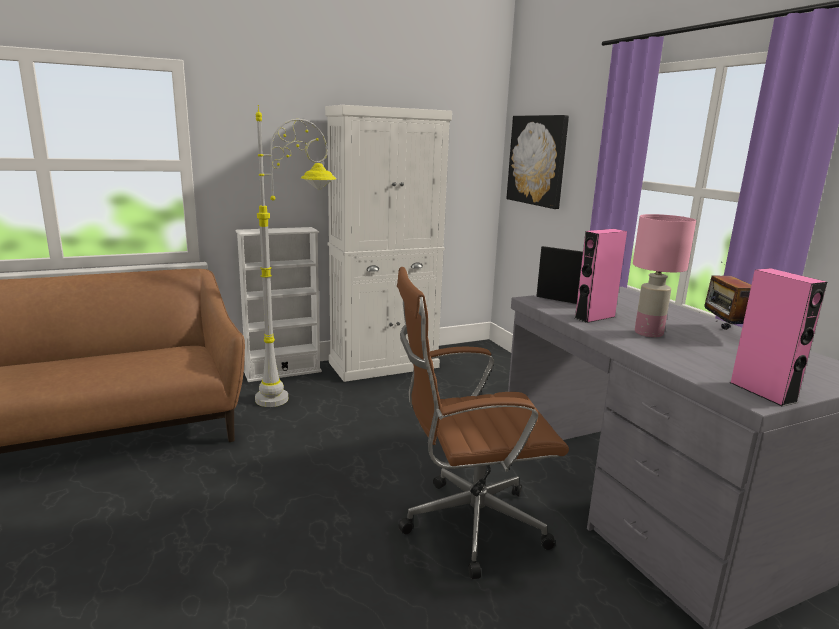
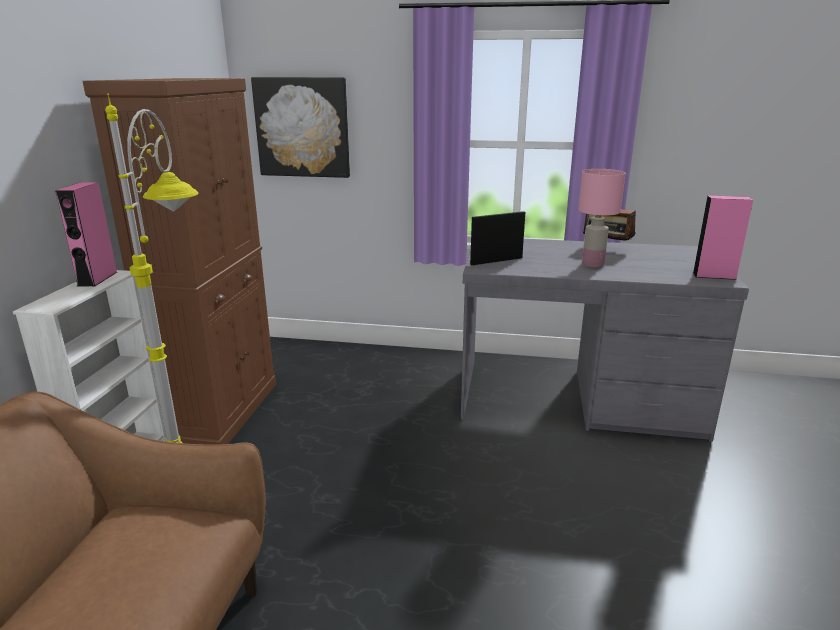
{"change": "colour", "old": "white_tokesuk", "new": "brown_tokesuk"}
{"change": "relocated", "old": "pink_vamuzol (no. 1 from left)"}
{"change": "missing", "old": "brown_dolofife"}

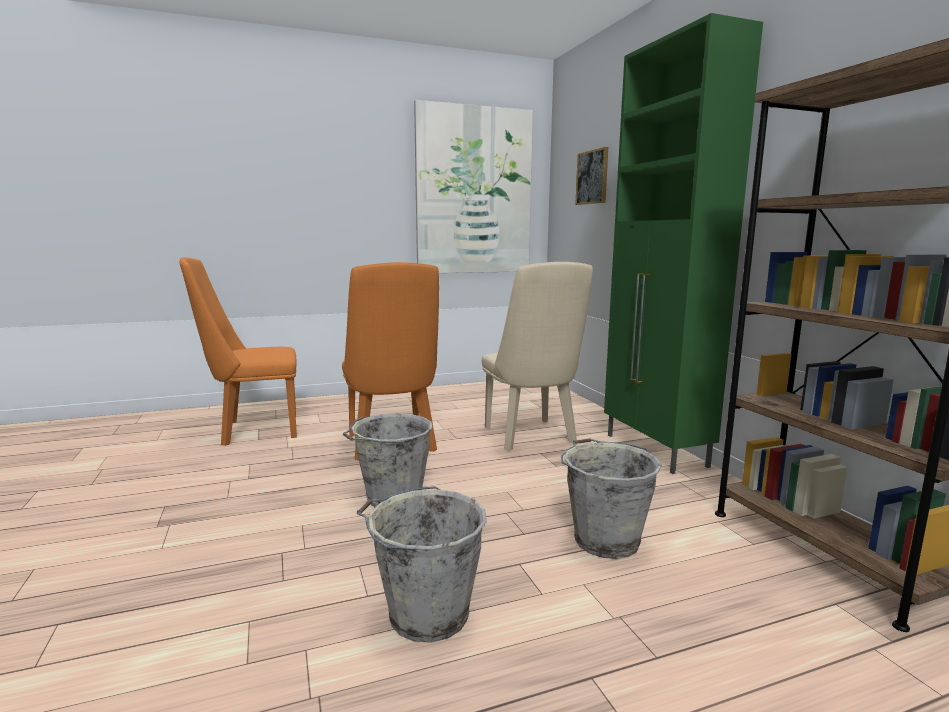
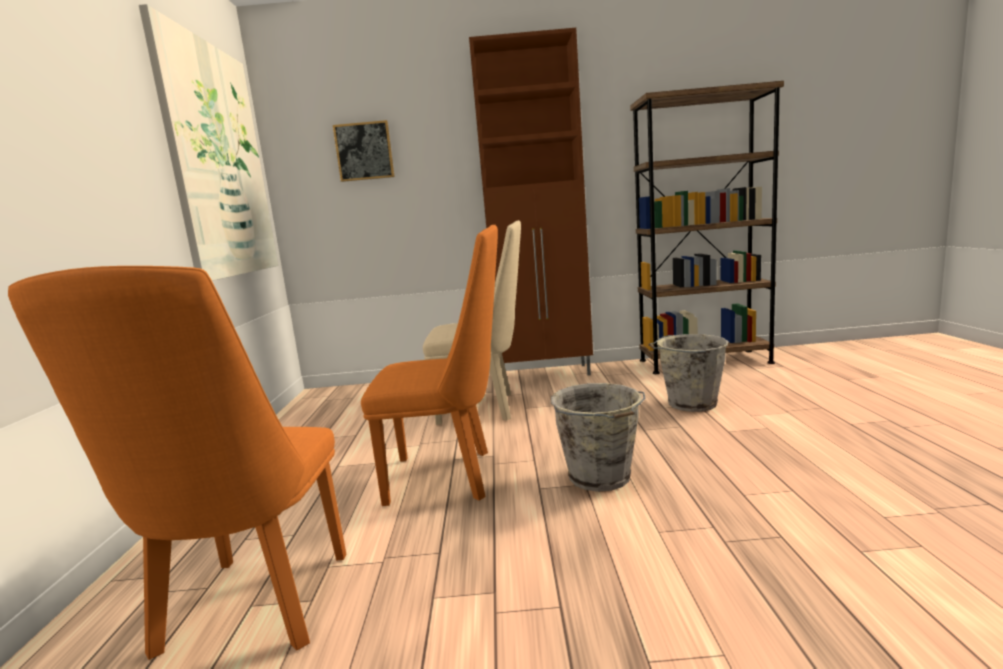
{"change": "colour", "old": "green_tokesuk", "new": "brown_tokesuk"}
{"change": "missing", "old": "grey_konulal (no. 2 from left)"}

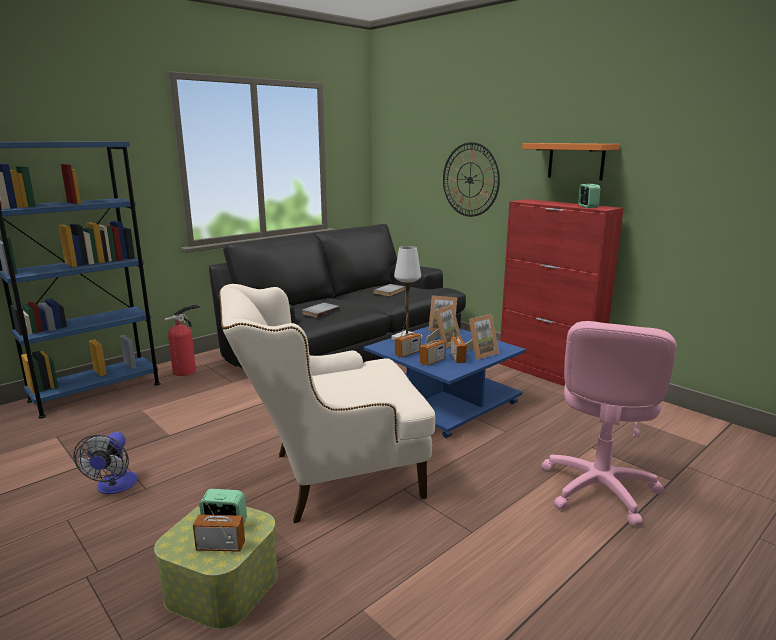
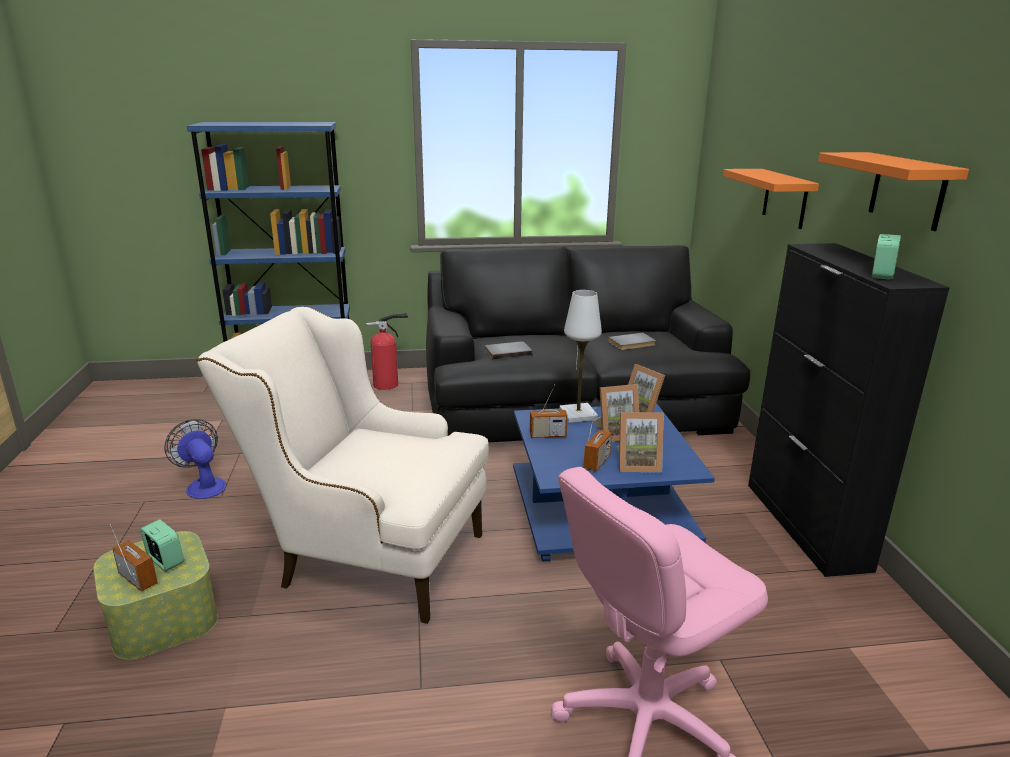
{"change": "exchanged", "old": "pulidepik", "new": "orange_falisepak (no. 1 from left)"}
{"change": "colour", "old": "red_tokesuk", "new": "black_tokesuk"}
{"change": "missing", "old": "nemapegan (no. 3 from left)"}
{"change": "spun", "old": "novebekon", "degrees": 105}

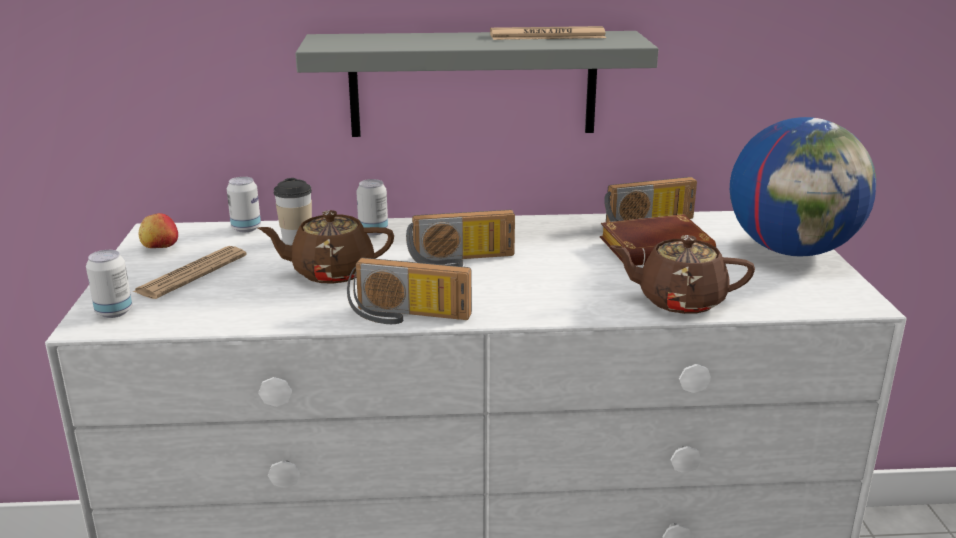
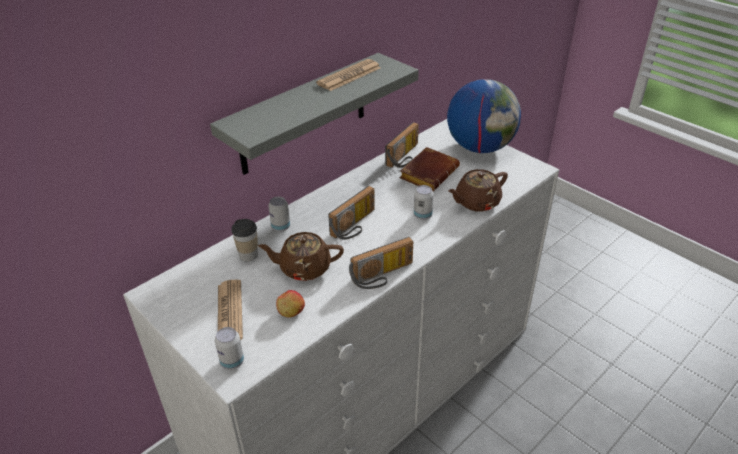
{"change": "relocated", "old": "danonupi (no. 2 from left in the first image)", "new": "danonupi (no. 3 from left)"}
{"change": "spun", "old": "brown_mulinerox (no. 1 from left)", "degrees": 45}
{"change": "relocated", "old": "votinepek"}

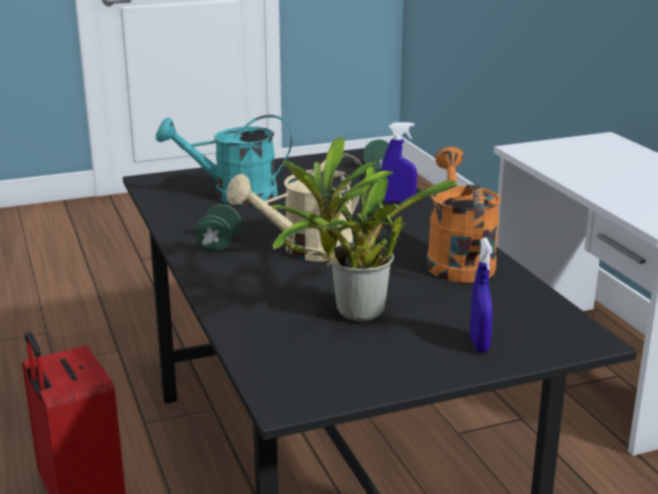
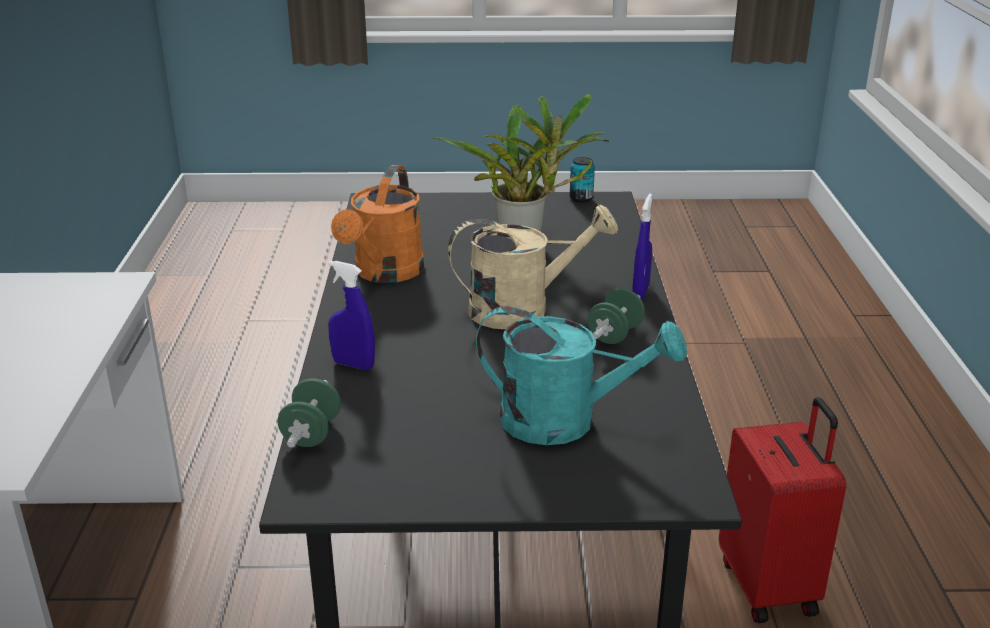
{"change": "relocated", "old": "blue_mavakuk (no. 2 from left)"}
{"change": "appeared", "new": "danonupi"}

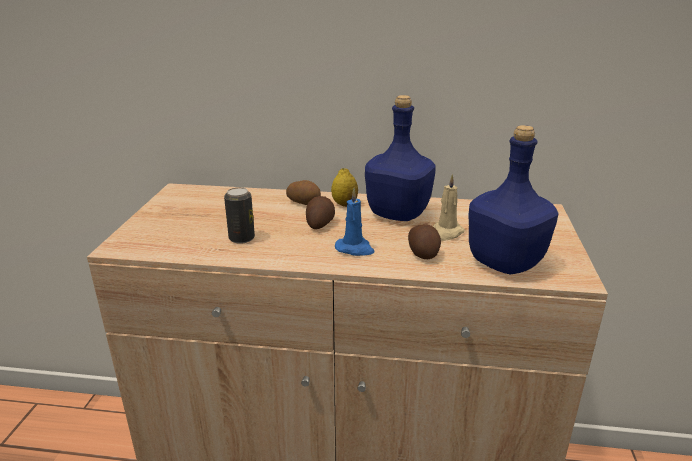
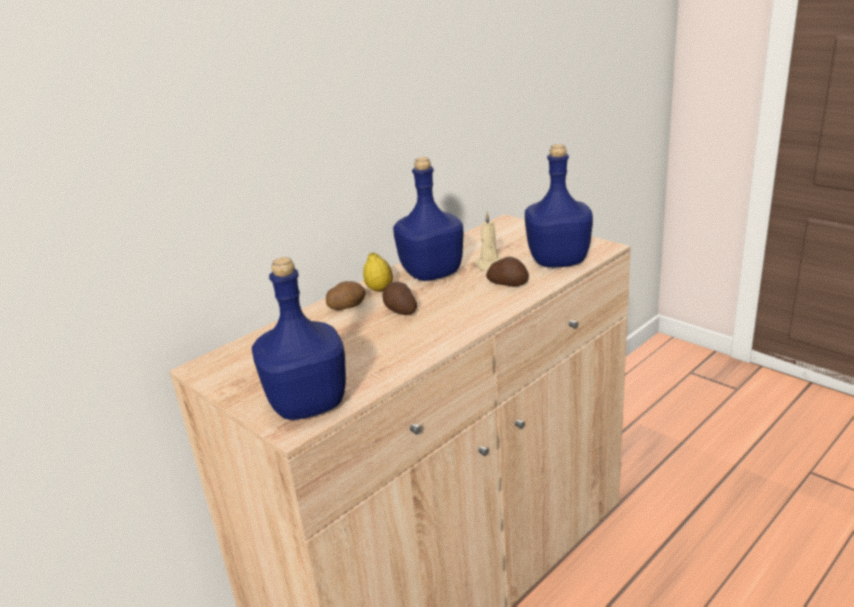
{"change": "missing", "old": "danonupi"}
{"change": "missing", "old": "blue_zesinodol"}
{"change": "appeared", "new": "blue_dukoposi (no. 1 from left)"}

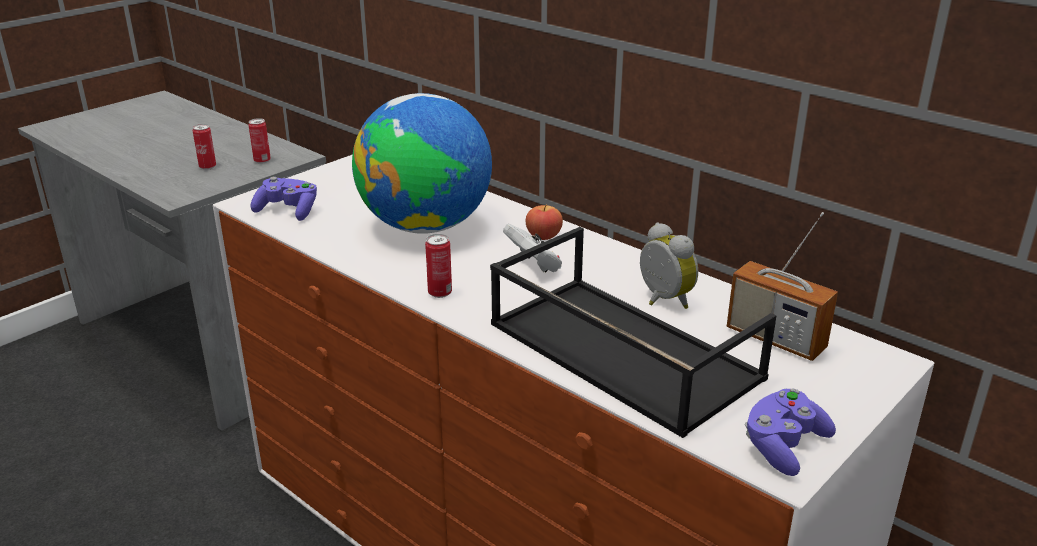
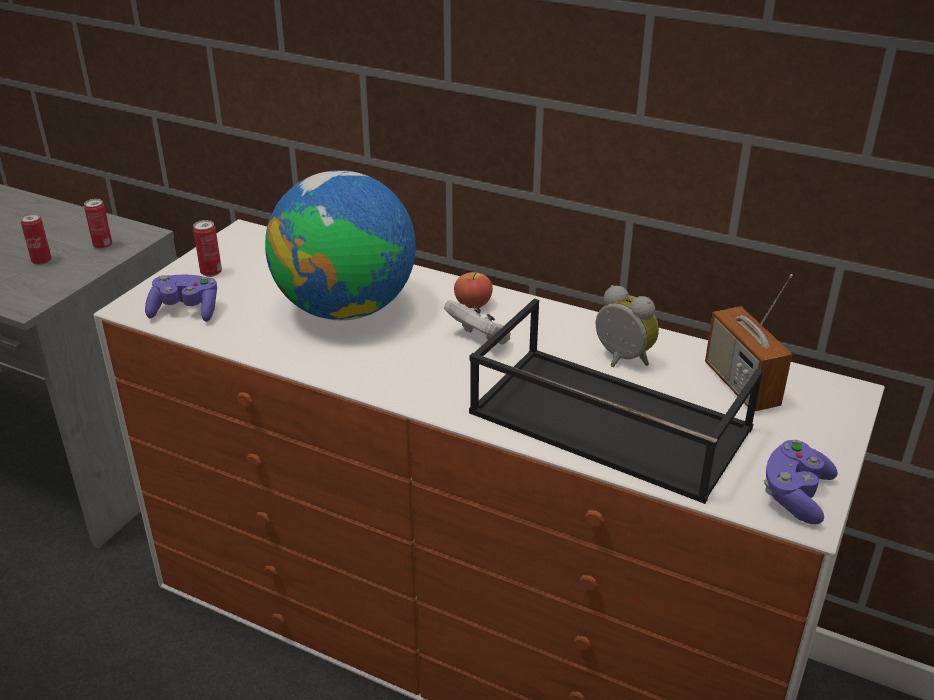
{"change": "spun", "old": "nemapegan", "degrees": 45}
{"change": "relocated", "old": "danonupi (no. 3 from left)"}

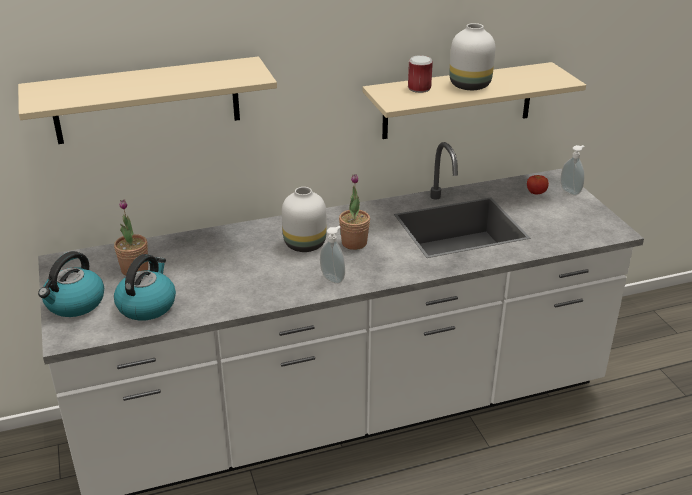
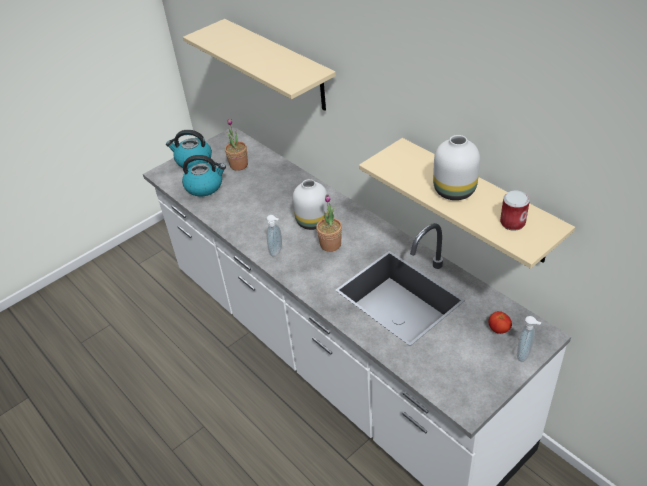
{"change": "relocated", "old": "danonupi"}

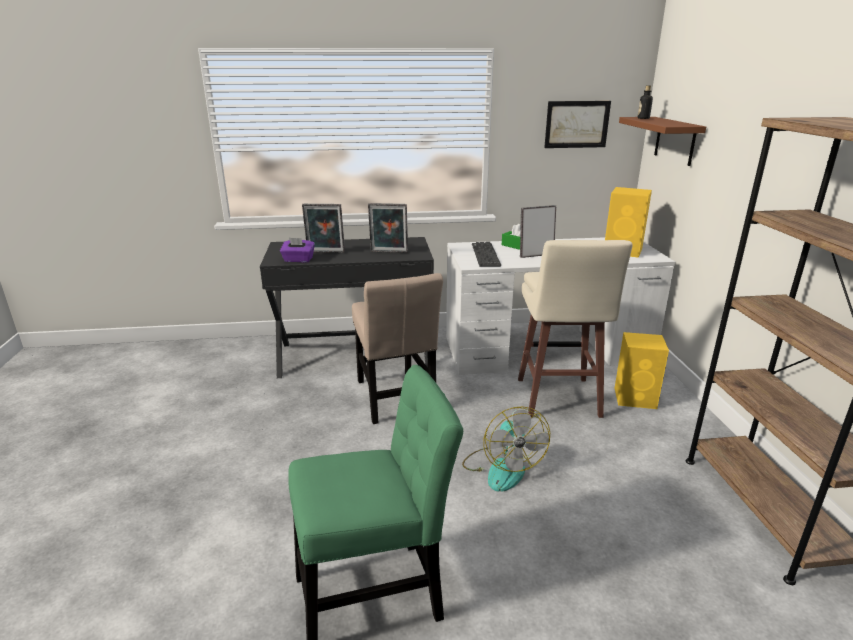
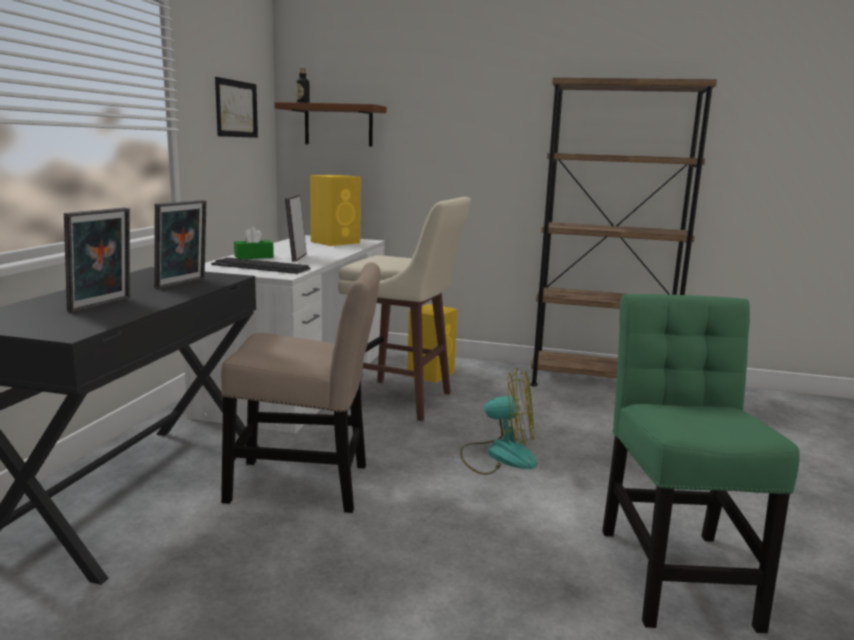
{"change": "missing", "old": "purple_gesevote"}

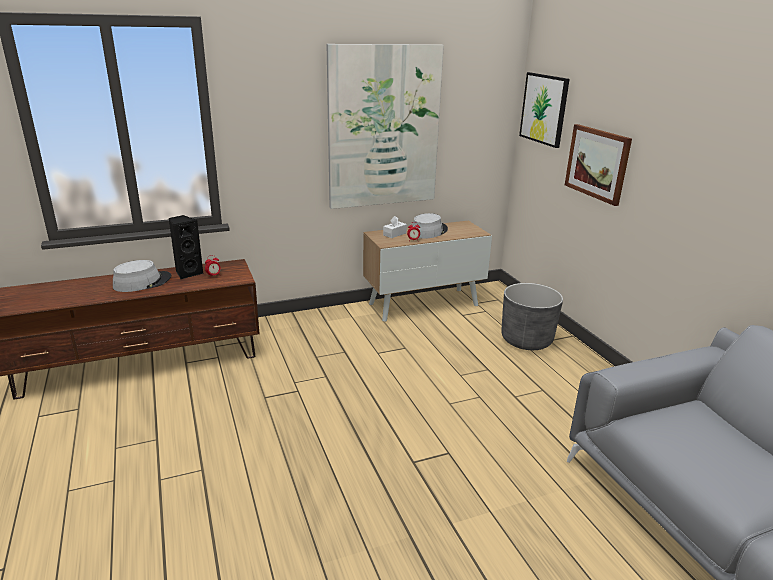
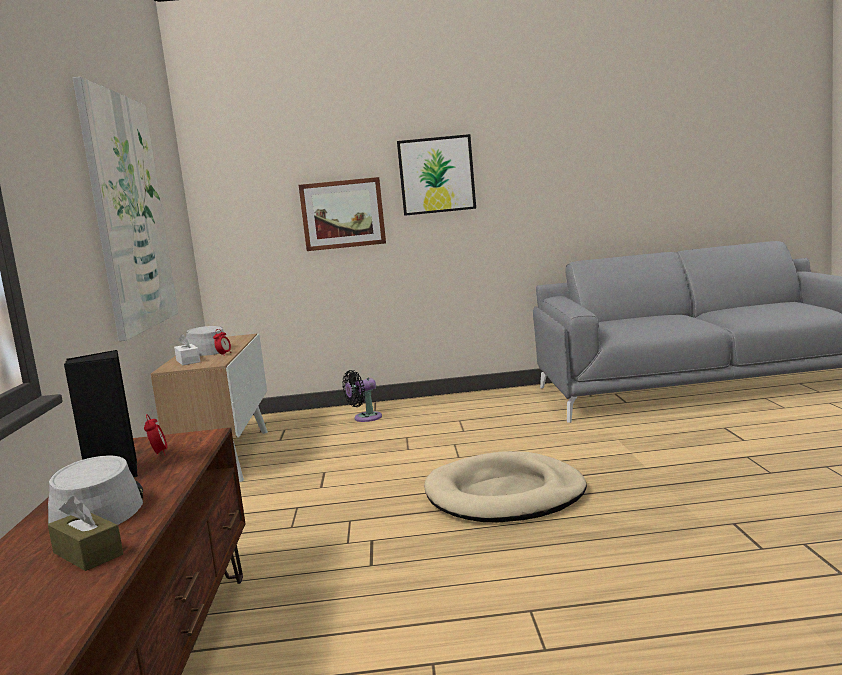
{"change": "relocated", "old": "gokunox (no. 2 from left in the first image)", "new": "gokunox (no. 3 from left)"}
{"change": "exchanged", "old": "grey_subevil", "new": "black_novebekon"}
{"change": "appeared", "new": "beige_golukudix"}
{"change": "appeared", "new": "brown_gesevote"}

